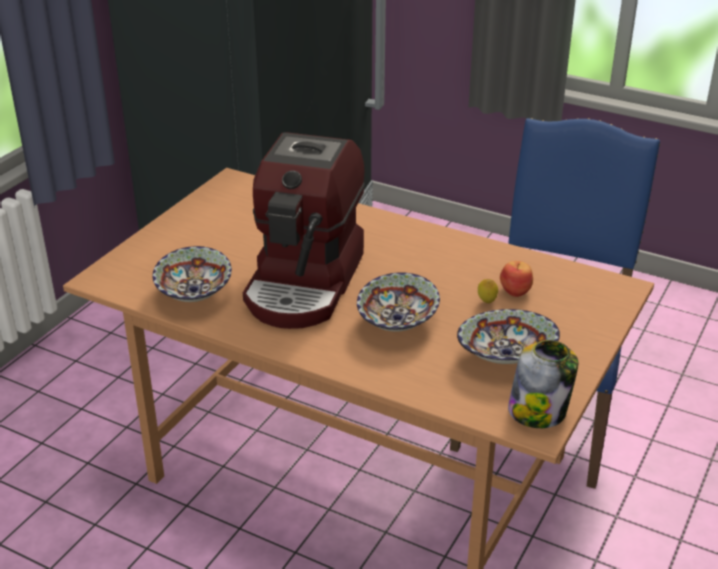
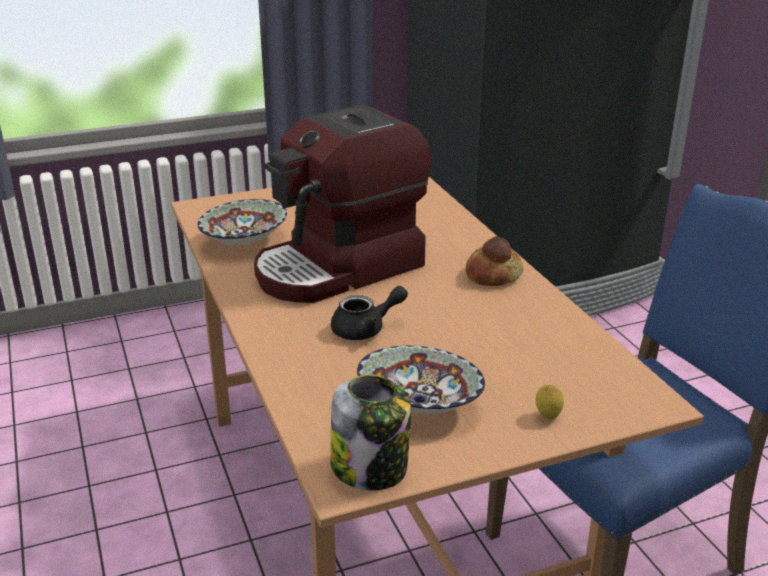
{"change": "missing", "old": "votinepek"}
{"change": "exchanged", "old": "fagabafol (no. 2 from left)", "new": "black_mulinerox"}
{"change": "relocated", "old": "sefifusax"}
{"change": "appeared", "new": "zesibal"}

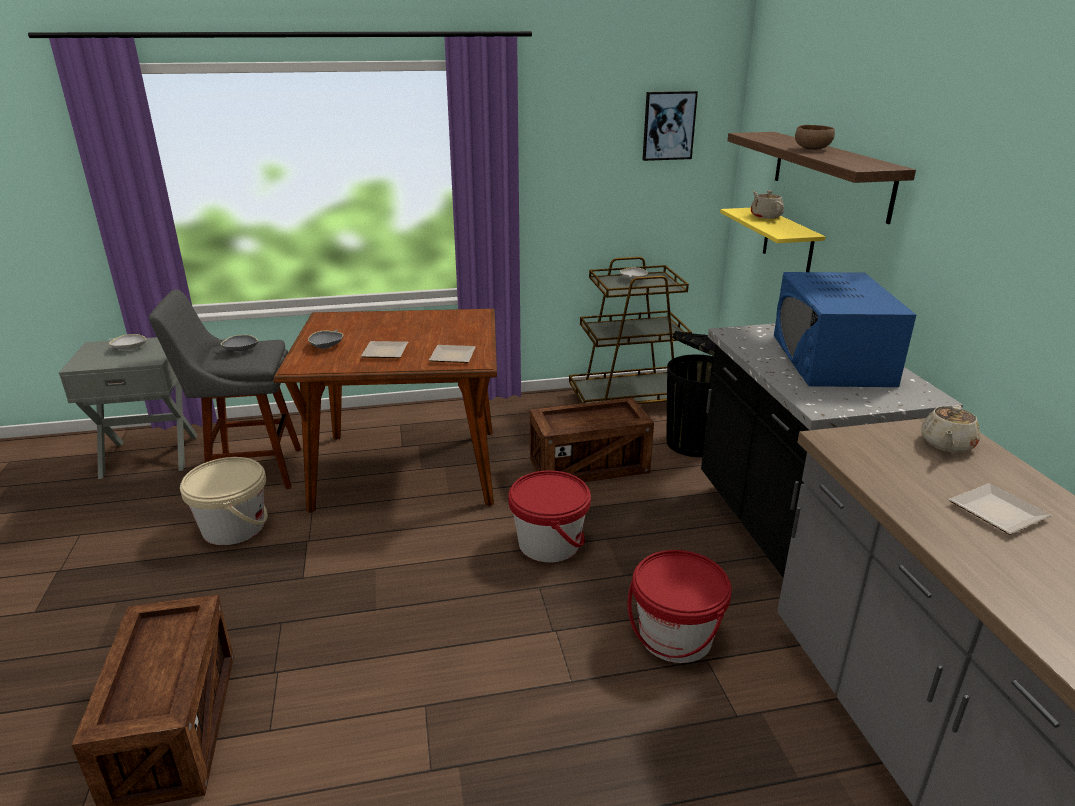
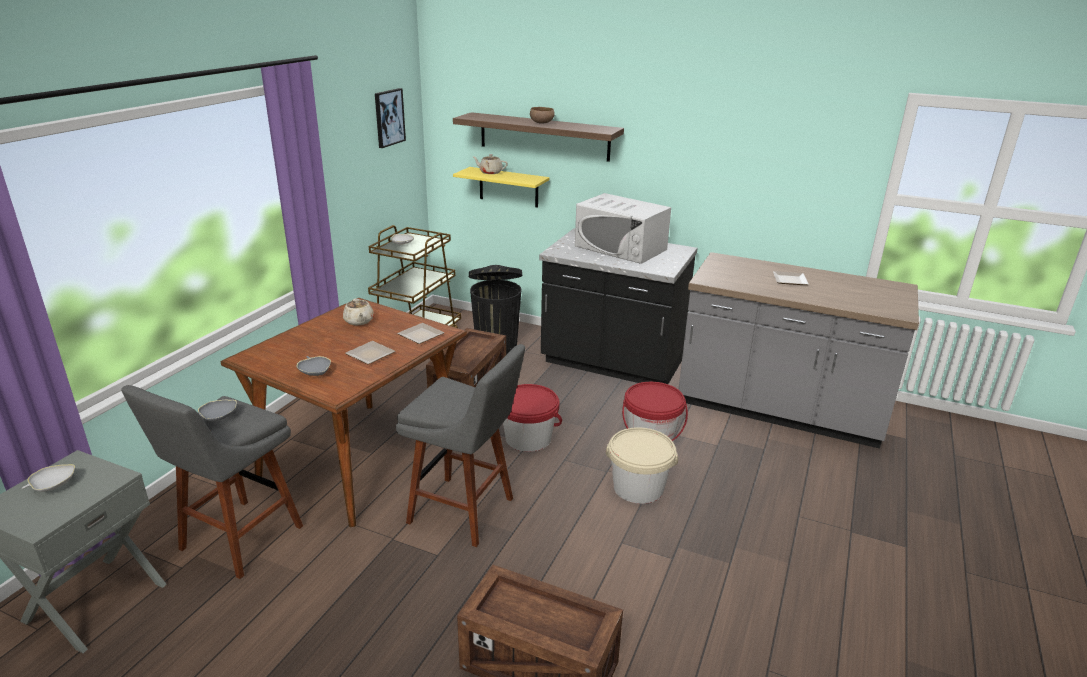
{"change": "colour", "old": "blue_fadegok", "new": "white_fadegok"}
{"change": "relocated", "old": "beige_mulinerox (no. 2 from left in the first image)", "new": "beige_mulinerox (no. 1 from left)"}
{"change": "relocated", "old": "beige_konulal"}
{"change": "appeared", "new": "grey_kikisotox (no. 2 from left)"}

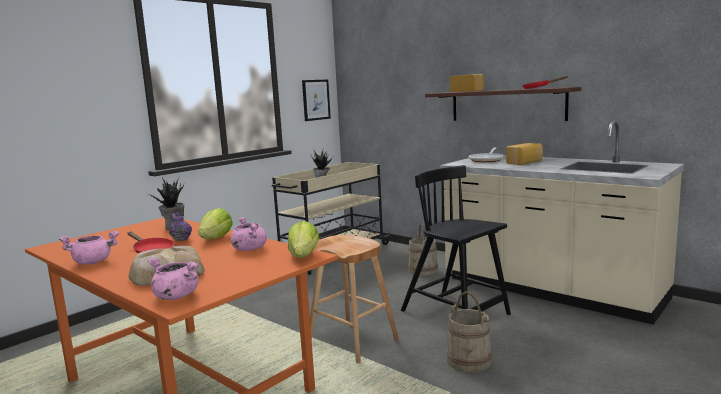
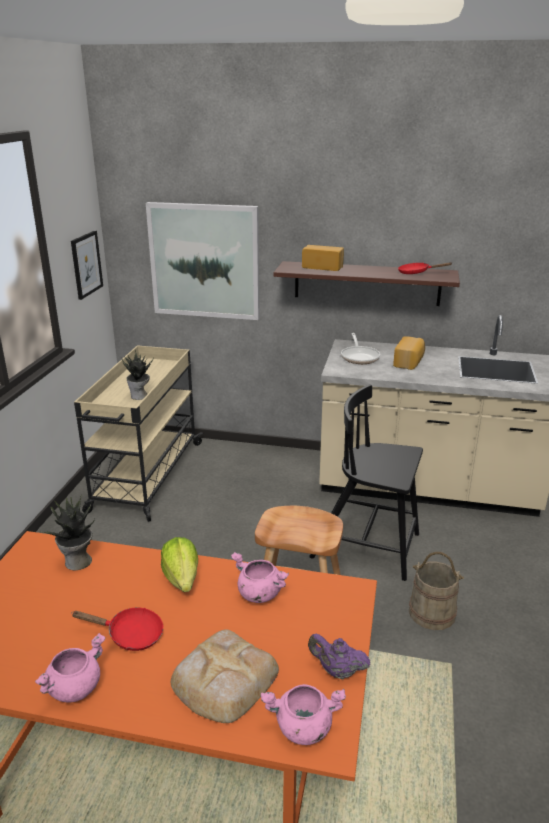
{"change": "relocated", "old": "purple_mulinerox"}
{"change": "missing", "old": "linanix (no. 2 from left)"}
{"change": "missing", "old": "beige_konulal (no. 1 from left)"}
{"change": "appeared", "new": "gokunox (no. 2 from left)"}

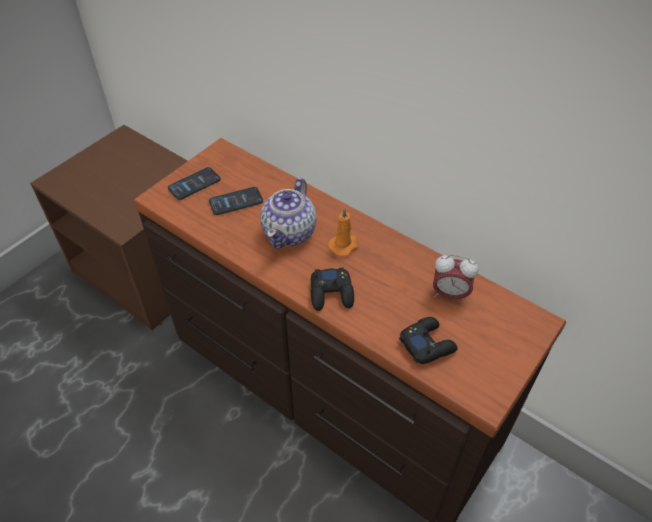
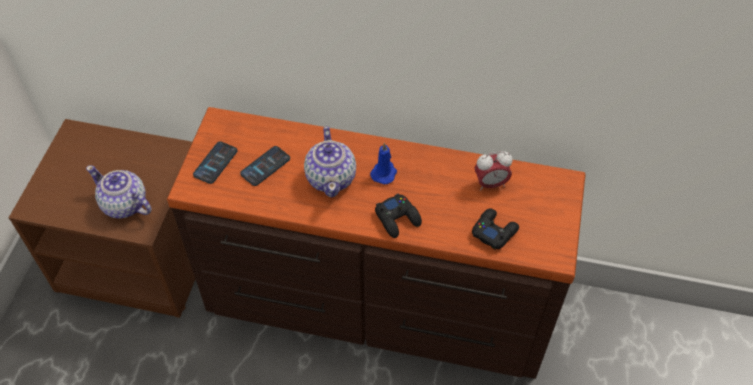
{"change": "colour", "old": "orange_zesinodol", "new": "blue_zesinodol"}
{"change": "appeared", "new": "mulinerox (no. 1 from left)"}

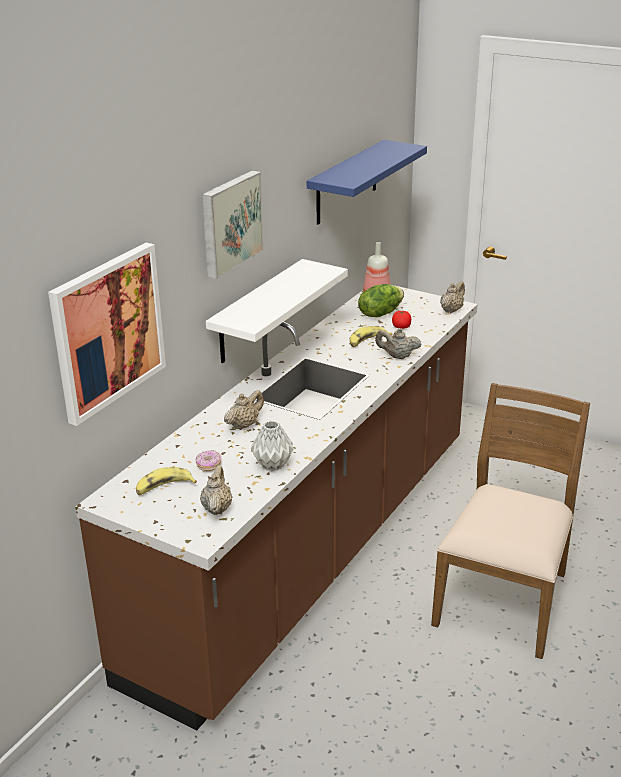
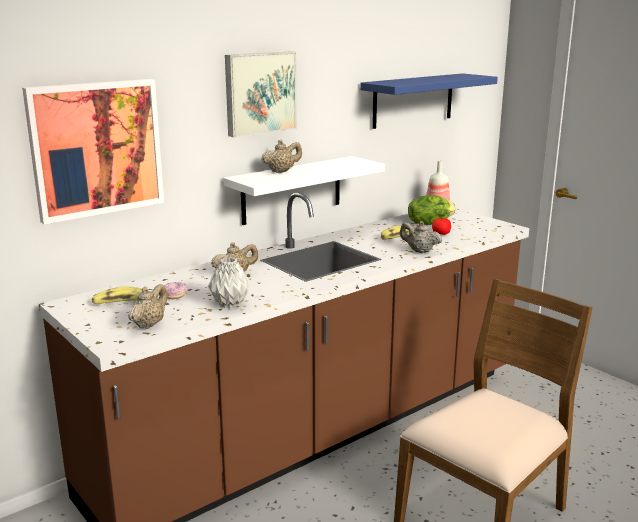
{"change": "relocated", "old": "beige_mulinerox (no. 4 from left in the first image)", "new": "beige_mulinerox (no. 3 from left)"}

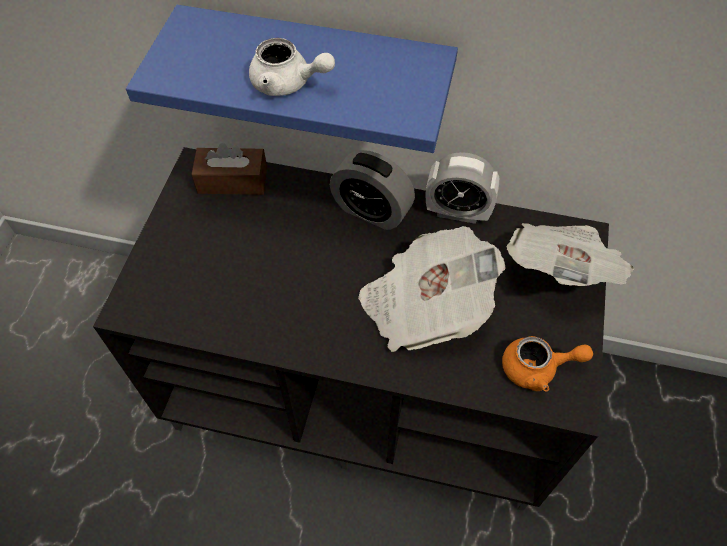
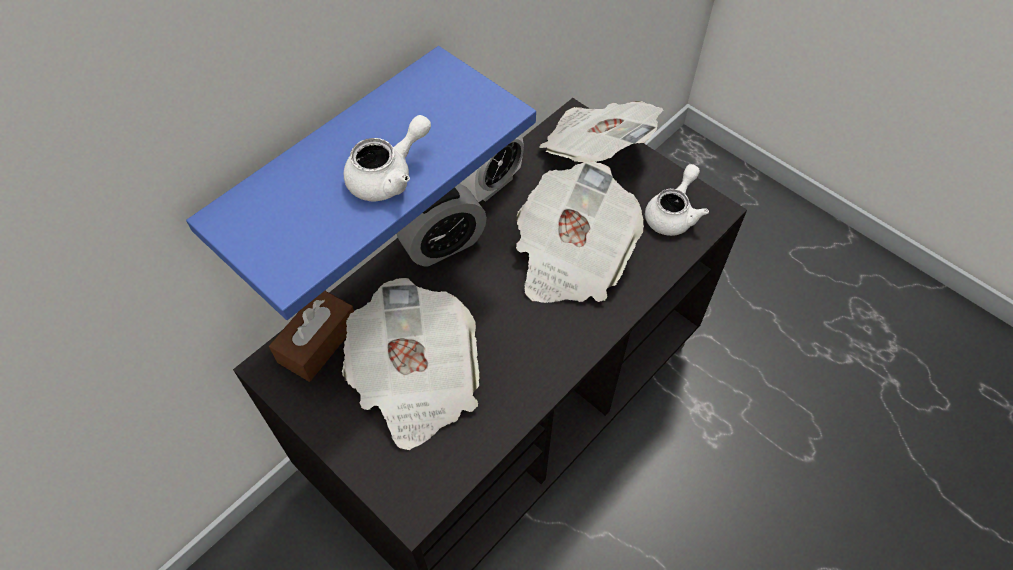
{"change": "colour", "old": "orange_mulinerox", "new": "white_mulinerox (no. 2 from left)"}
{"change": "appeared", "new": "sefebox (no. 1 from left)"}

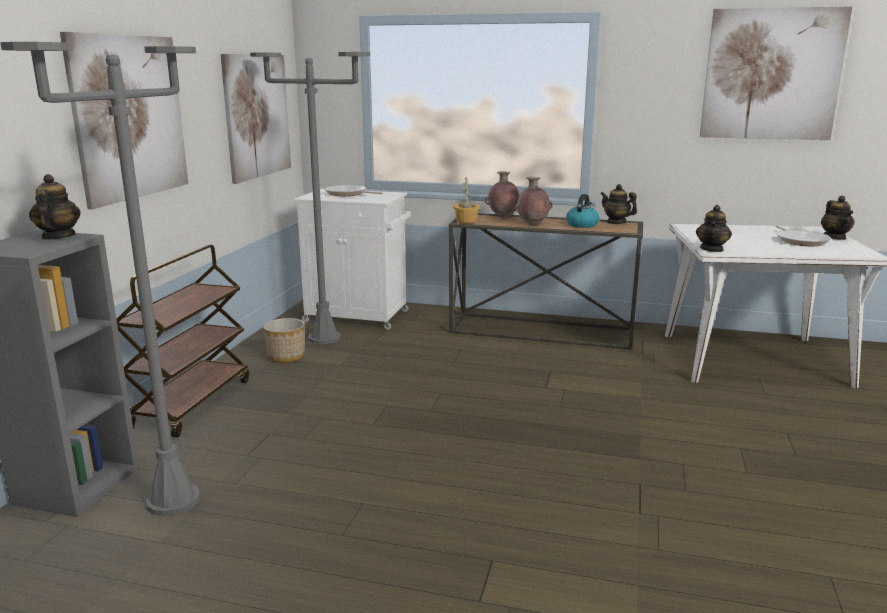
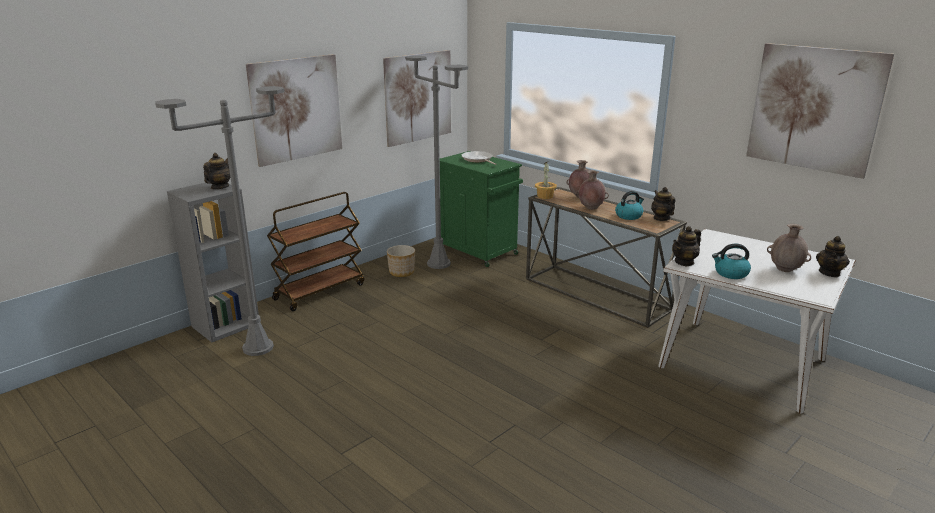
{"change": "colour", "old": "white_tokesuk", "new": "green_tokesuk"}
{"change": "exchanged", "old": "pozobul (no. 2 from left)", "new": "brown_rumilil (no. 3 from left)"}
{"change": "appeared", "new": "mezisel (no. 2 from left)"}

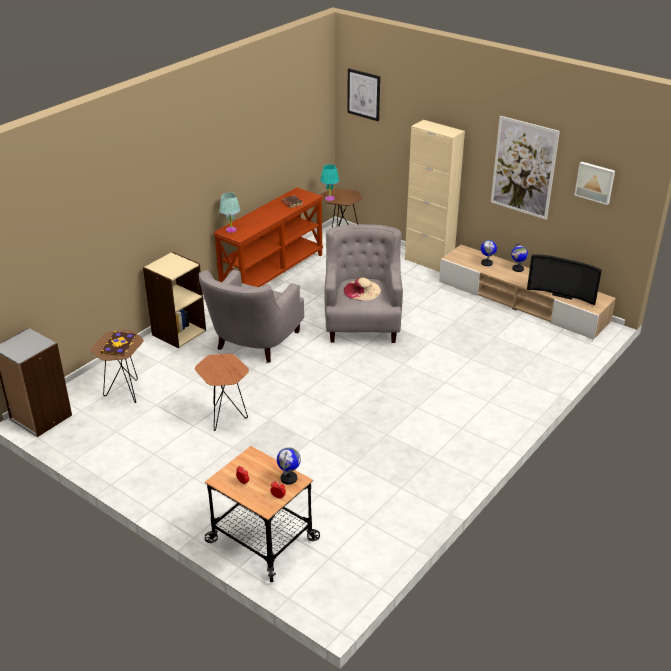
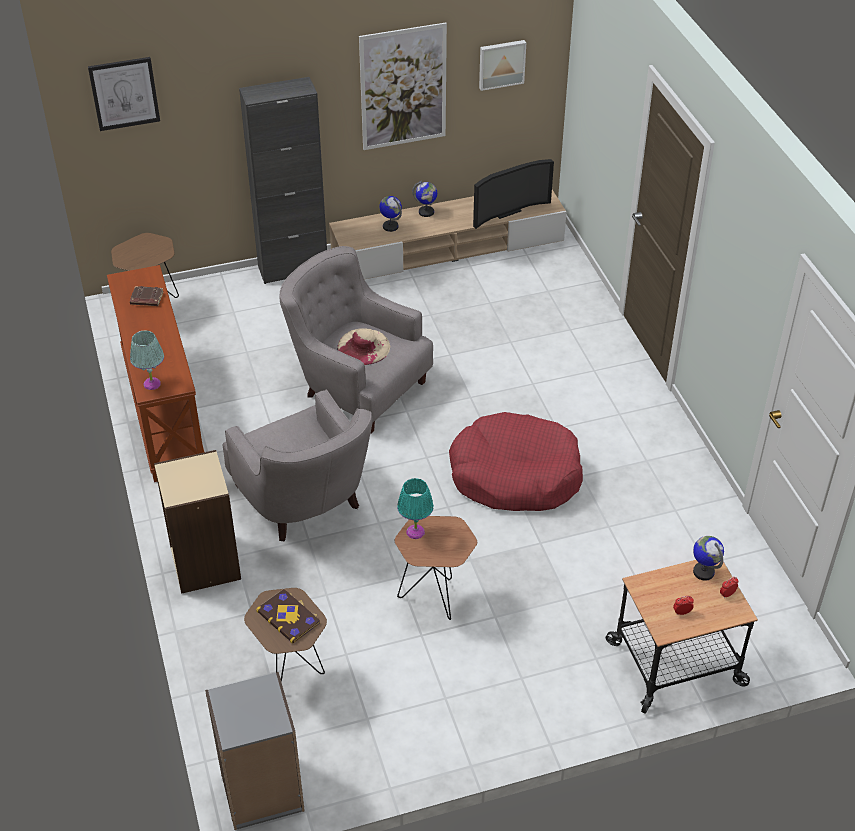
{"change": "colour", "old": "beige_tokesuk", "new": "black_tokesuk"}
{"change": "relocated", "old": "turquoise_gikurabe (no. 2 from left)"}
{"change": "appeared", "new": "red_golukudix"}

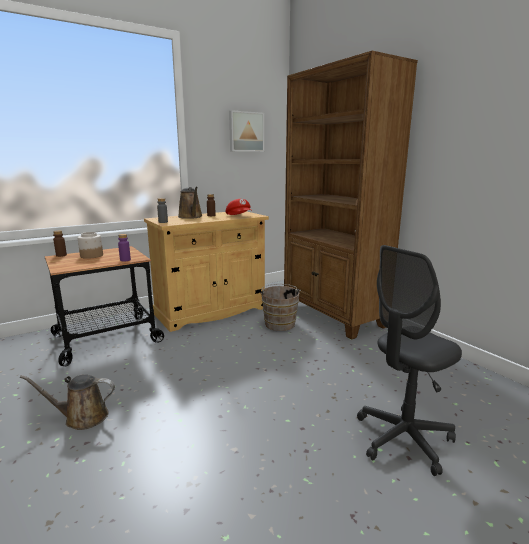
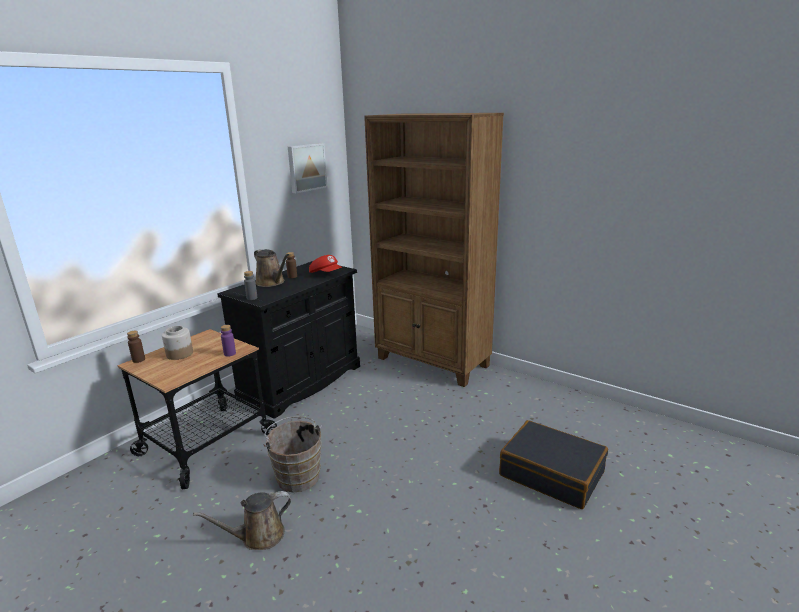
{"change": "colour", "old": "beige_tokesuk", "new": "black_tokesuk"}
{"change": "exchanged", "old": "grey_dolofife", "new": "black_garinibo"}
{"change": "relocated", "old": "brown_konulal"}

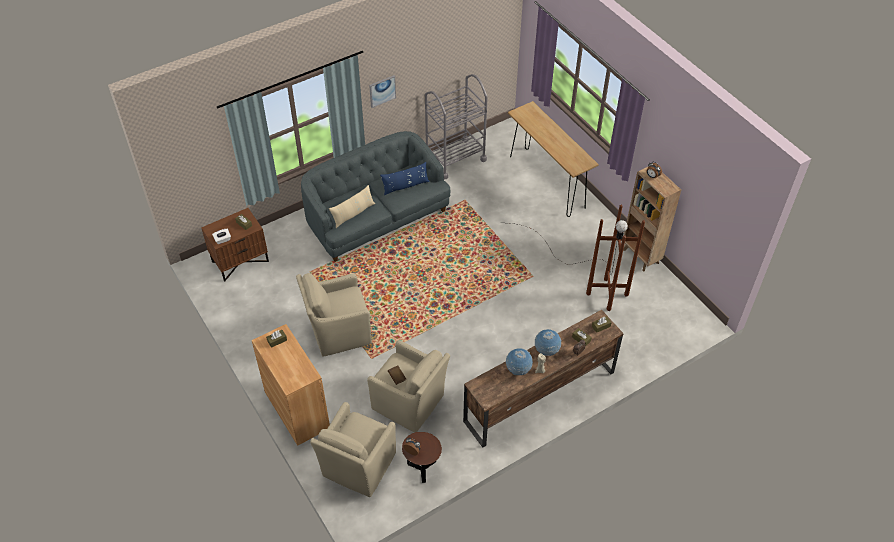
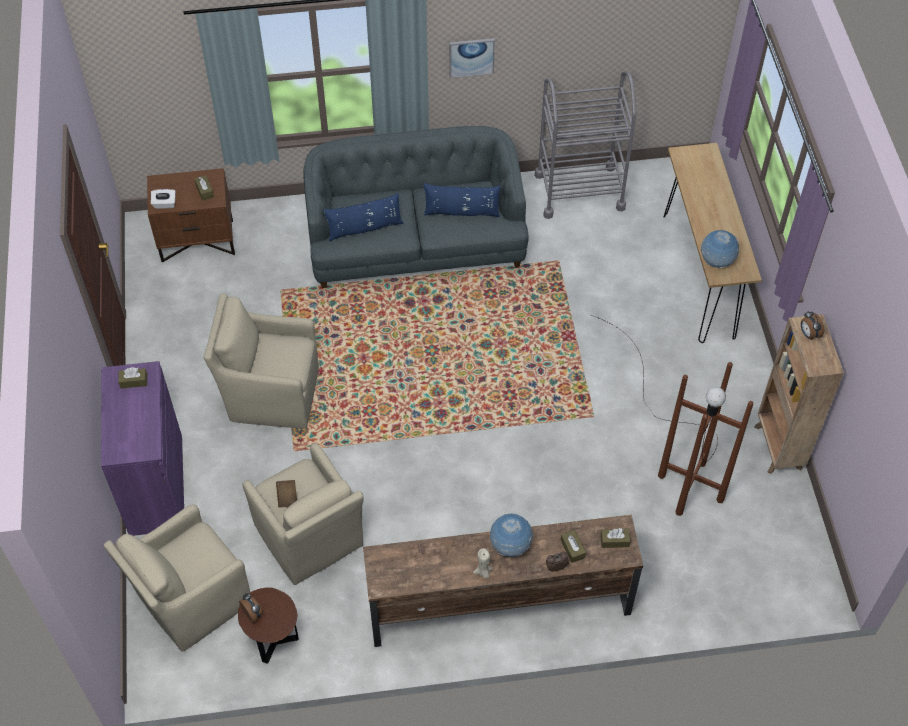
{"change": "colour", "old": "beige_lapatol", "new": "blue_lapatol (no. 1 from left)"}
{"change": "colour", "old": "brown_tokesuk", "new": "purple_tokesuk"}
{"change": "relocated", "old": "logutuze (no. 1 from left in the first image)", "new": "logutuze (no. 2 from left)"}

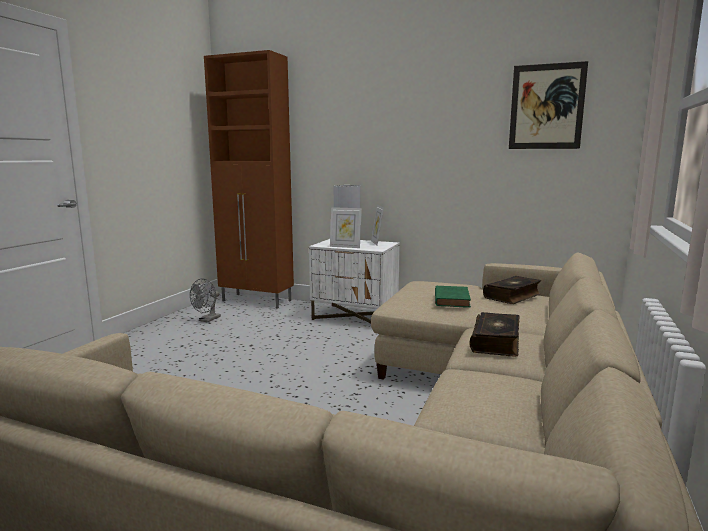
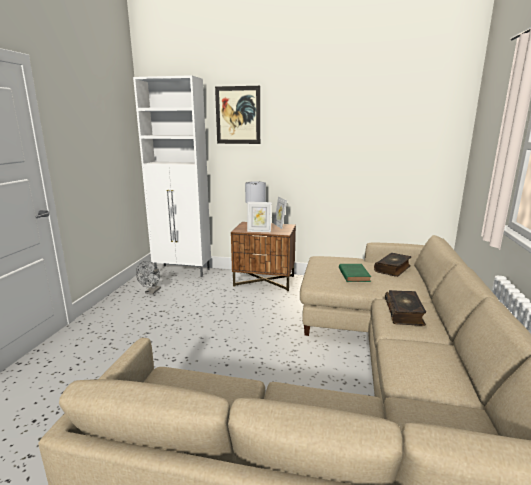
{"change": "colour", "old": "brown_tokesuk", "new": "white_tokesuk"}
{"change": "relocated", "old": "gokunox"}
{"change": "colour", "old": "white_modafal", "new": "brown_modafal"}

